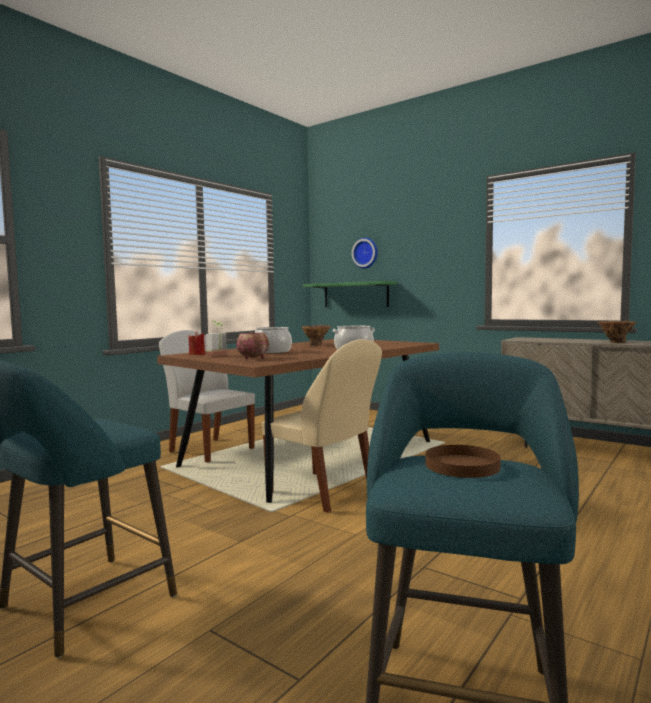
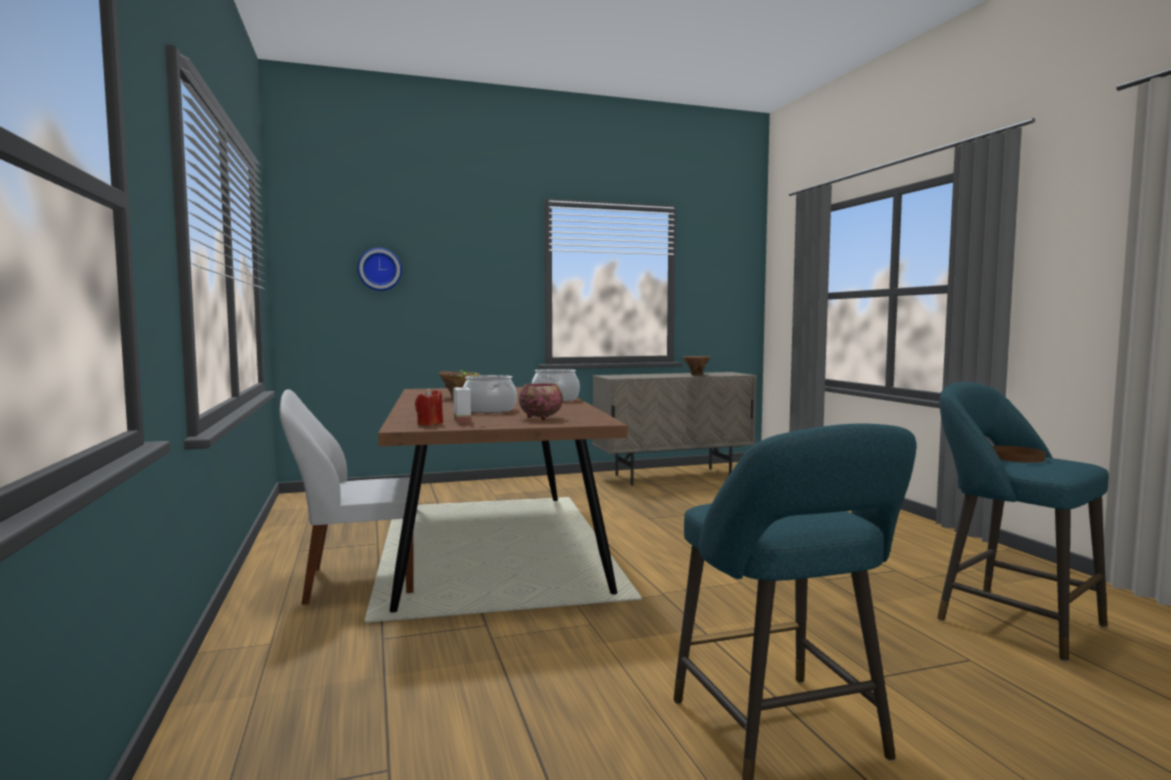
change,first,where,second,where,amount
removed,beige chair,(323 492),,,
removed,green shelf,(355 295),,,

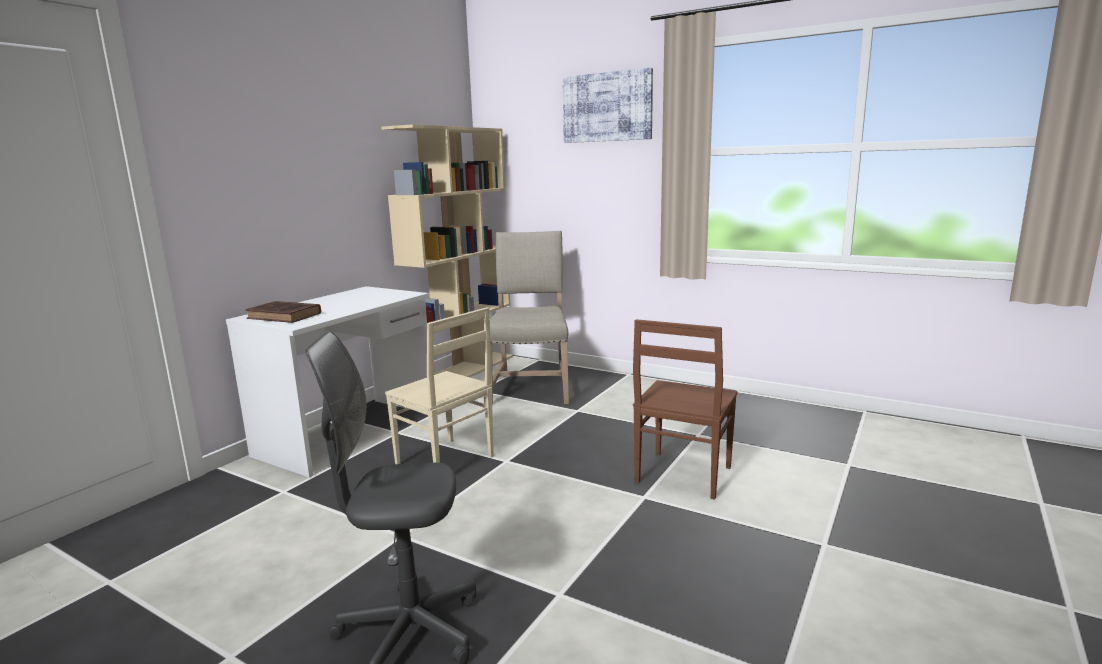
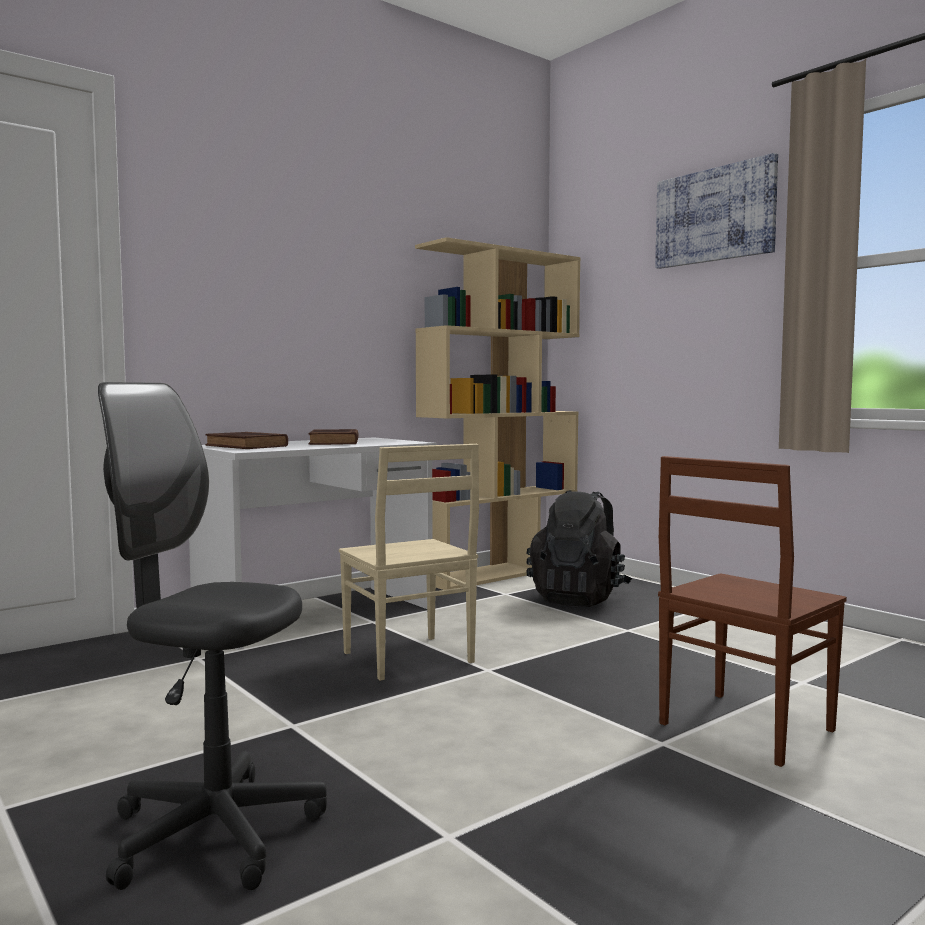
change,first,where,second,where,amount
added,,,brown book,(334 442),
replaced,beige chair,(531 387),black backpack,(578 598),

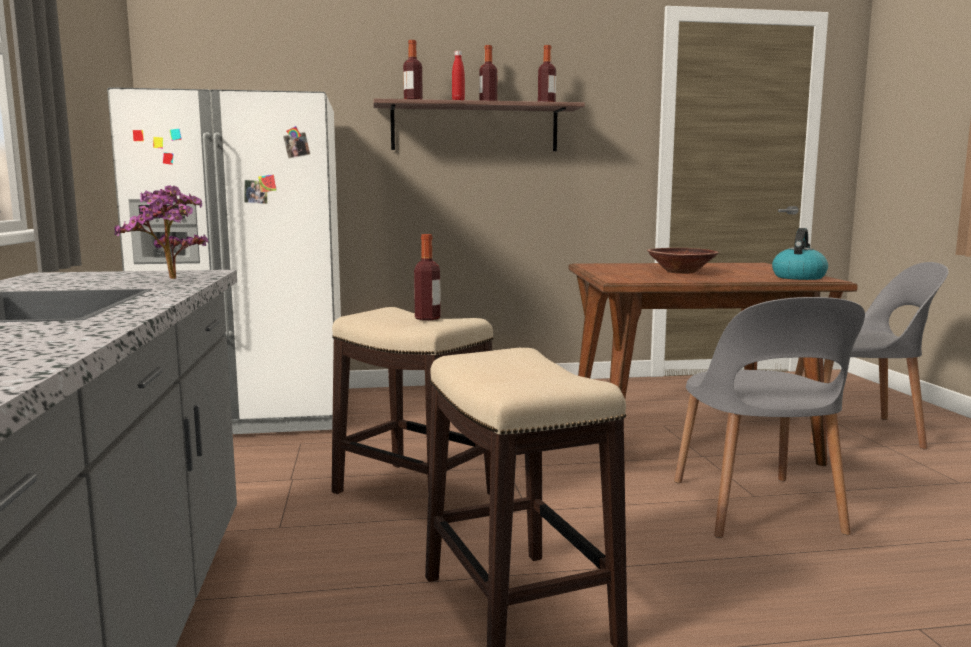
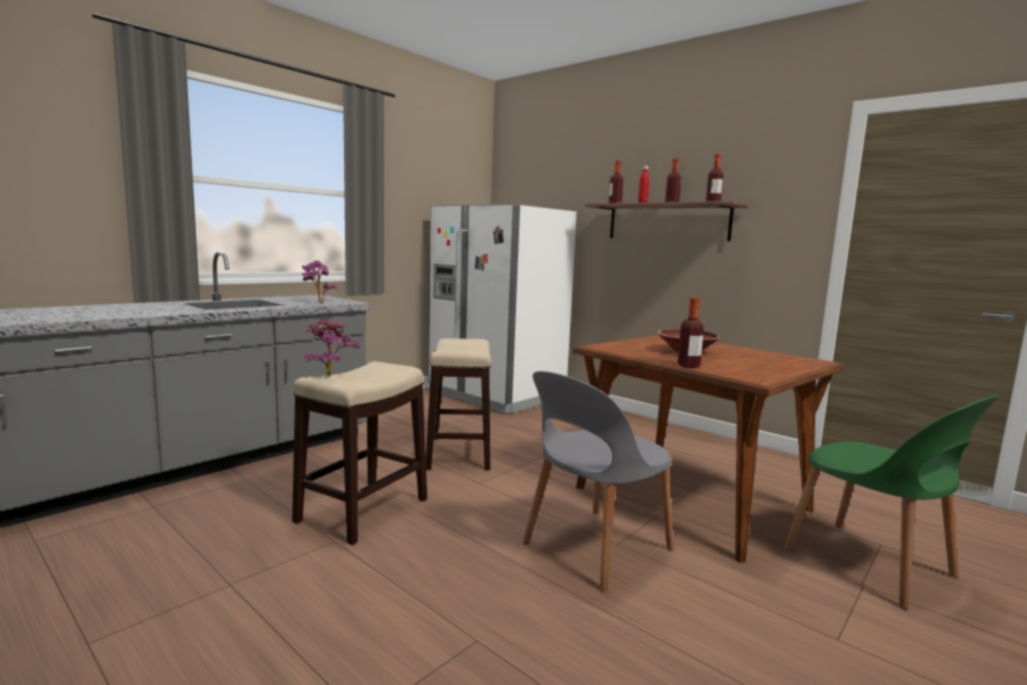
change,first,where,second,where,amount
added,,,potted plant,(329 376),
moved,bottle,(427 318),,(688 366),
recoloured,grey chair,(856 431),green chair,(872 565),
removed,kettle,(798 277),,,

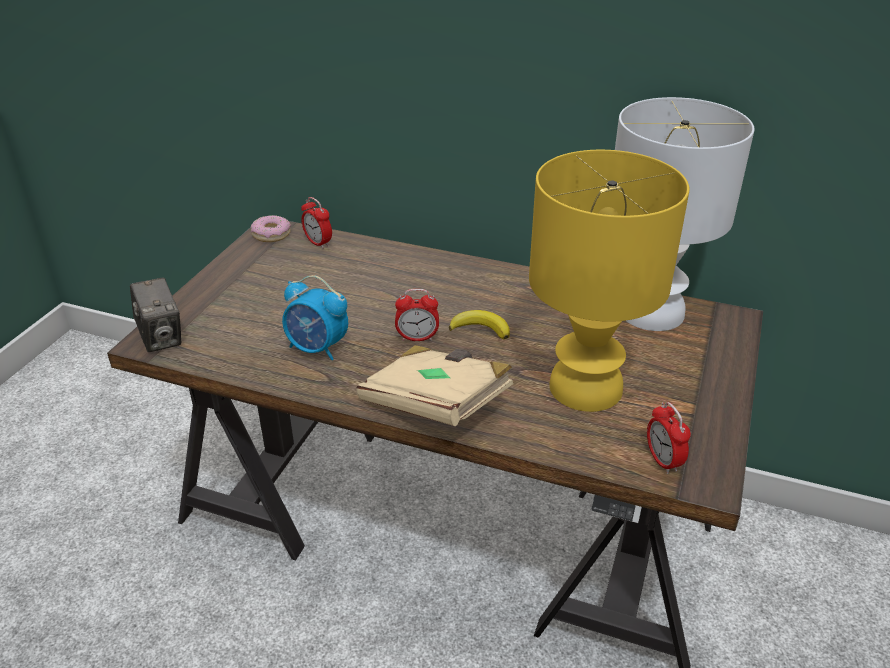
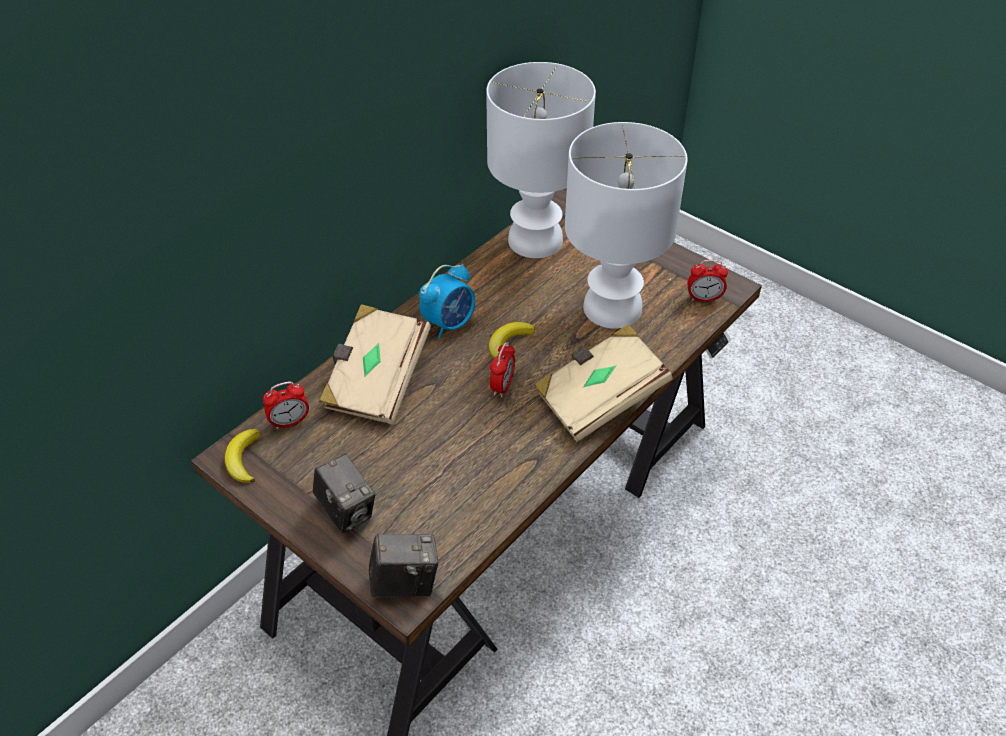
change,first,where,second,where,amount
replaced,donut,(271 234),banana,(243 459),
added,,,photo camera,(346 511),
added,,,beige book,(376 381),
moved,alarm clock,(317 348),,(449 323),
recoloured,yellow table lamp,(584 386),white table lamp,(611 308),

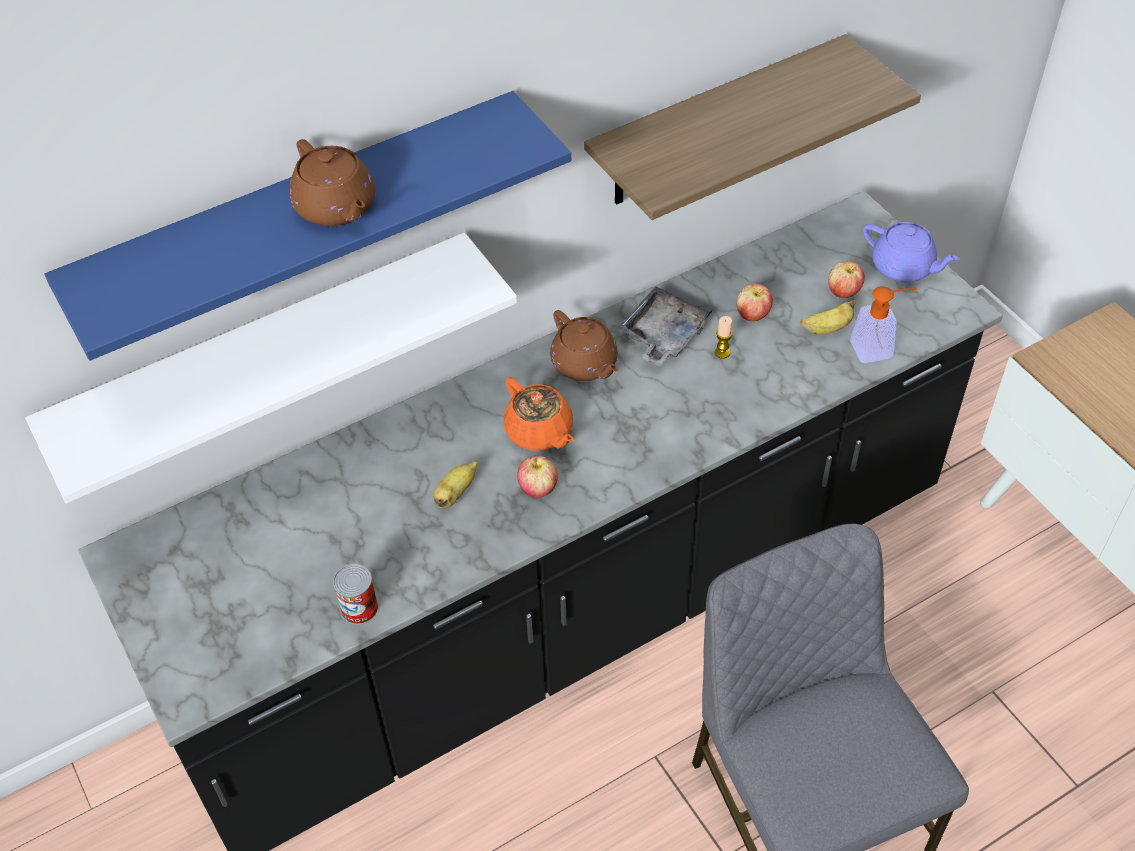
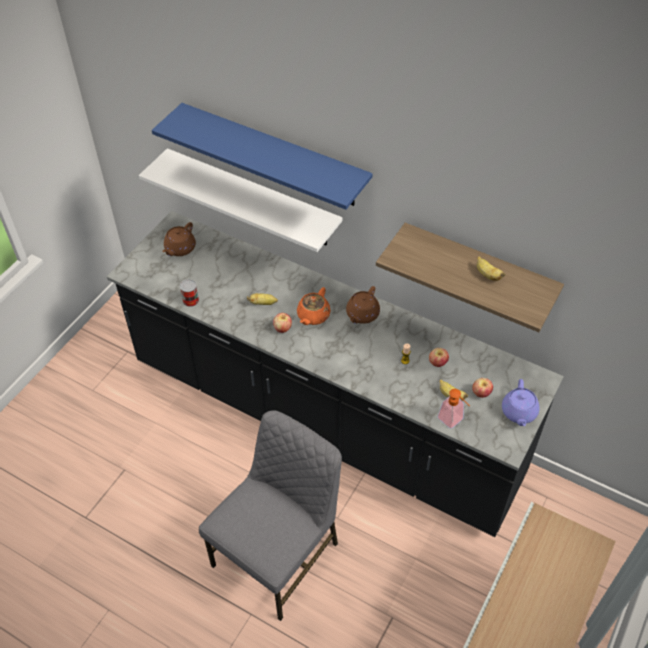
change,first,where,second,where,amount
moved,brown teapot,(336 208),,(180 249),
added,,,banana,(487 275),
removed,grey tray,(662 336),,,

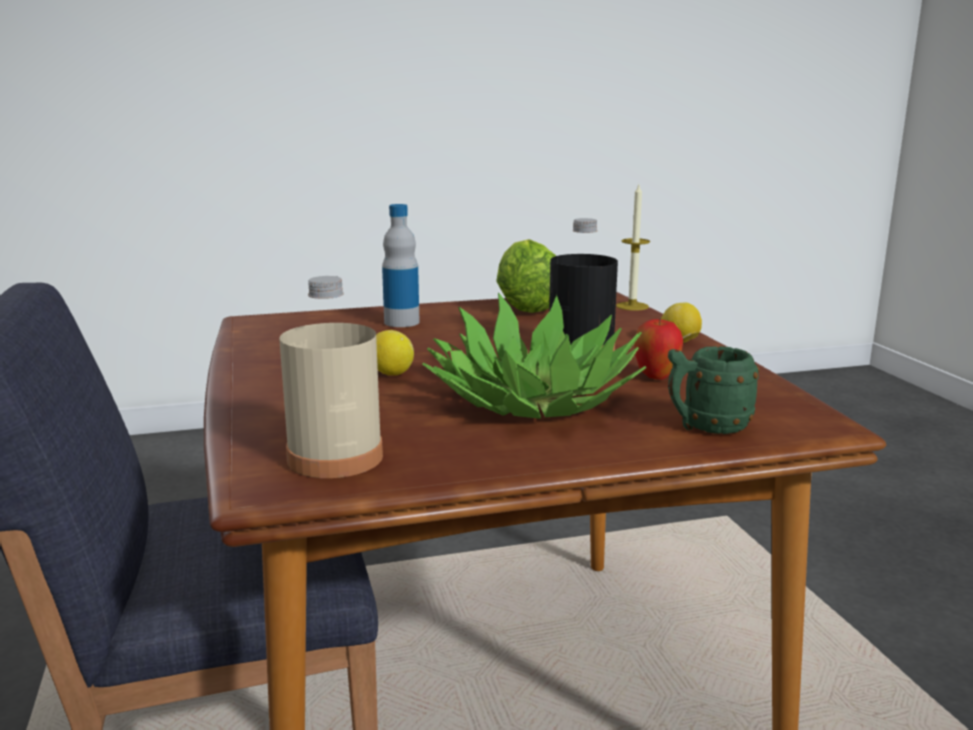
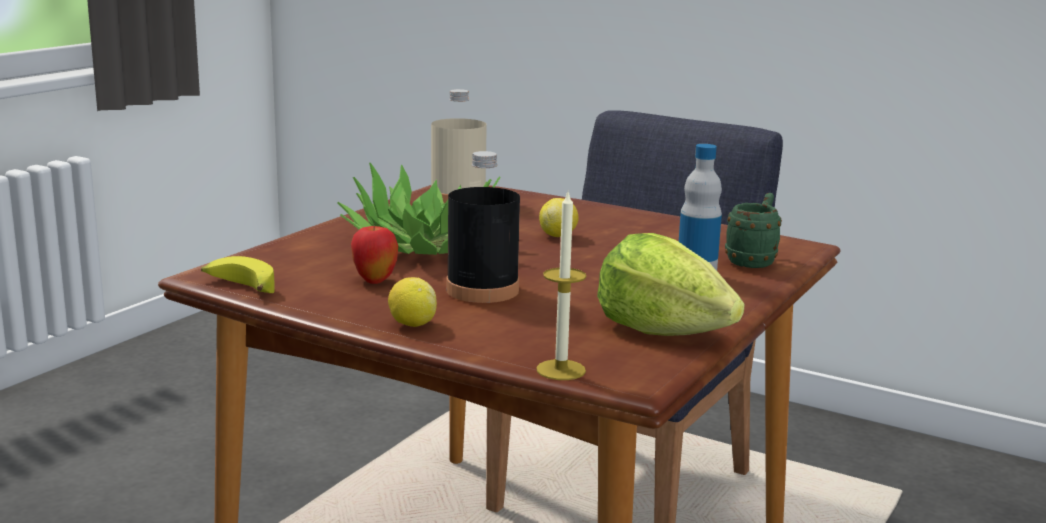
change,first,where,second,where,amount
added,,,banana,(239 287),
moved,green mug,(706 427),,(753 261),

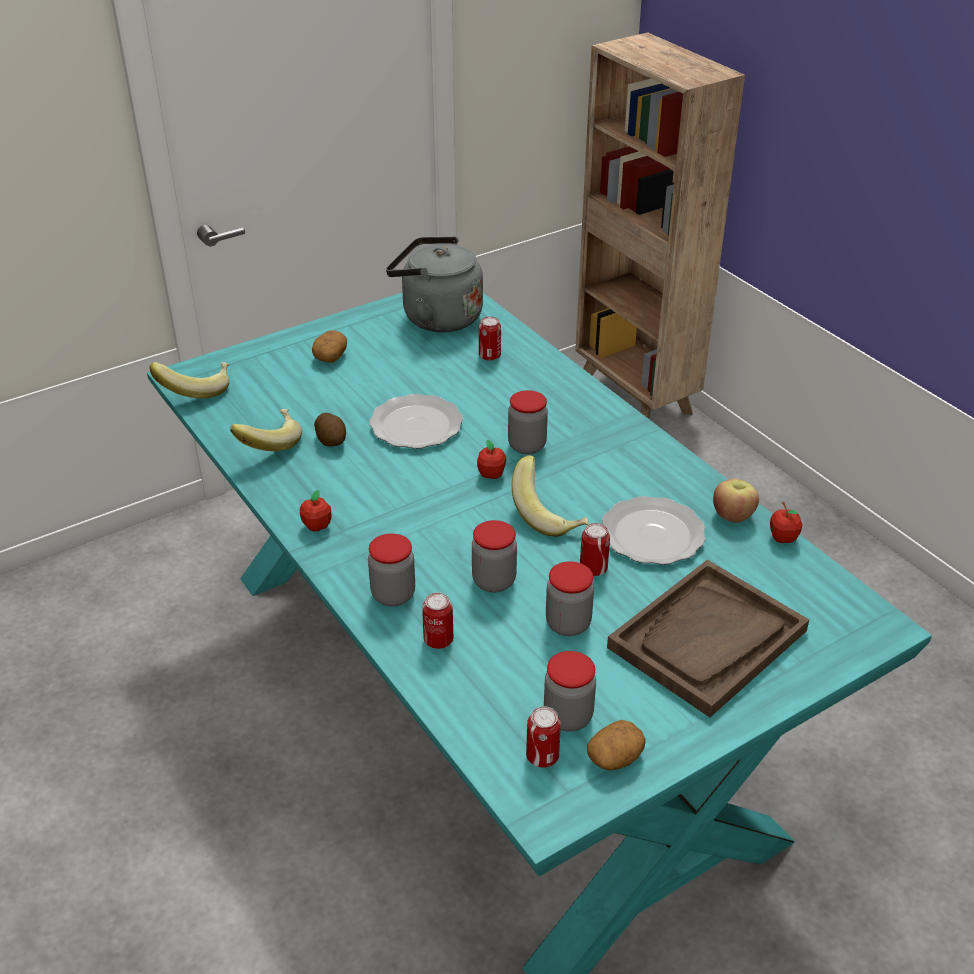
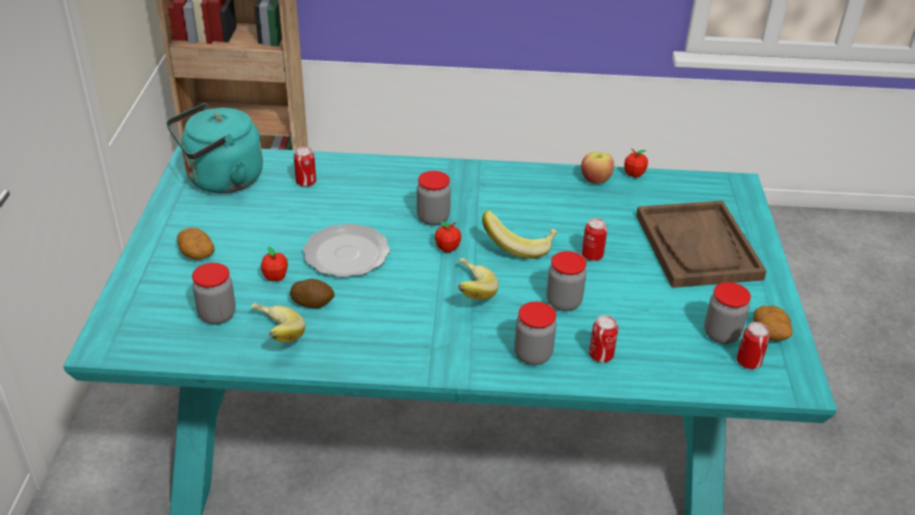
change,first,where,second,where,amount
recoloured,grey kettle,(437 317),turquoise kettle,(221 180),
moved,jar,(568 624),,(217 315),
moved,apple,(317 526),,(275 277),
moved,banana,(196 390),,(468 293),
removed,plate,(651 534),,,

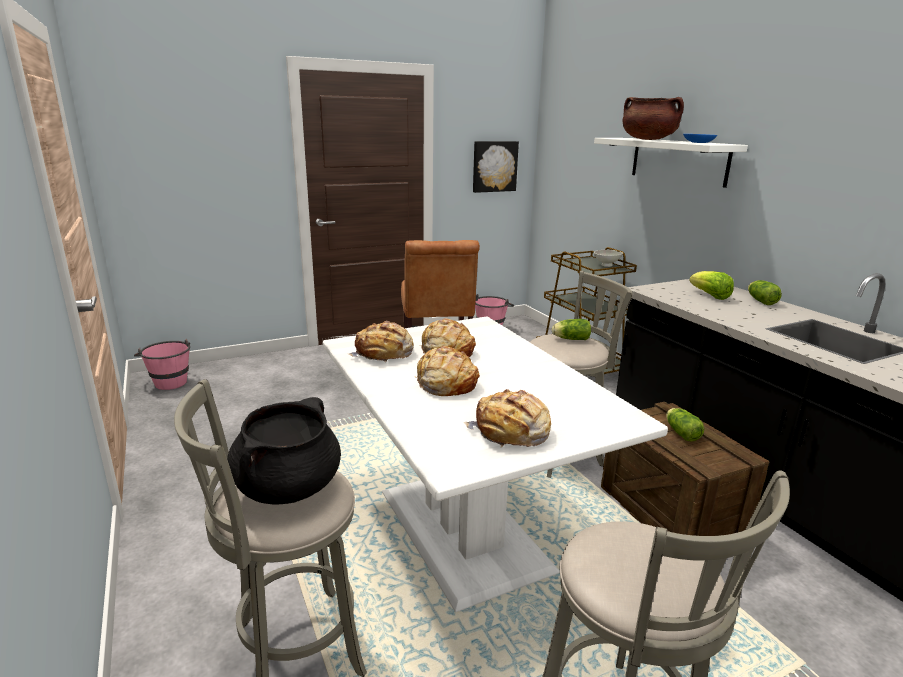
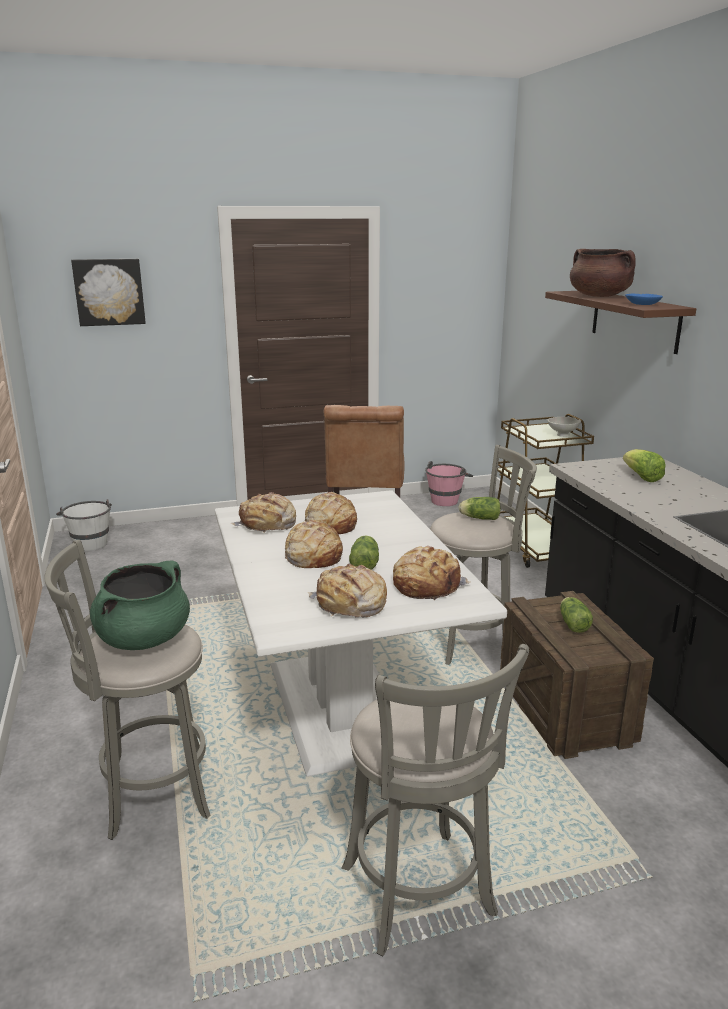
change,first,where,second,where,amount
recoloured,pink bucket,(169 381),white bucket,(89 542),
moved,picture,(494 166),,(109 292),
recoloured,black cooking pot,(289 487),green cooking pot,(144 639),
moved,lettuce,(760 301),,(365 563),
added,,,bread,(426 585),
recoloured,white shelf,(678 161),brown shelf,(634 320),

